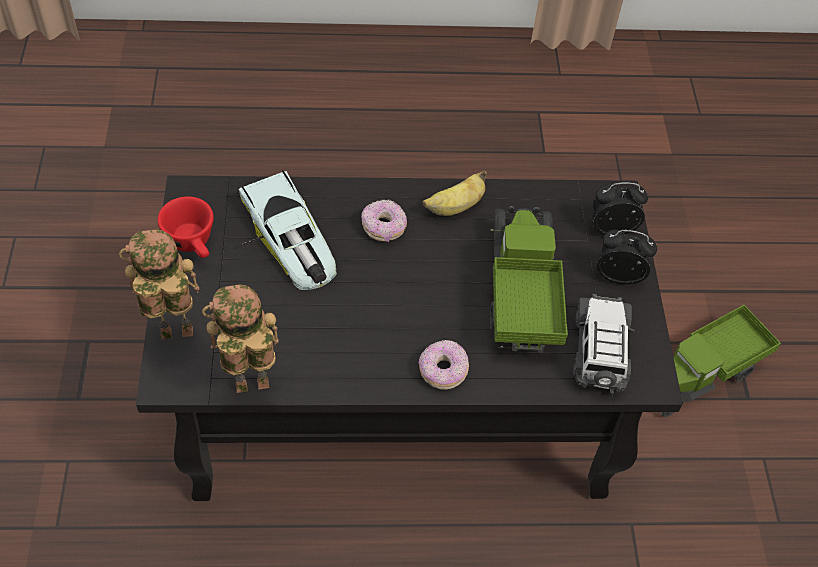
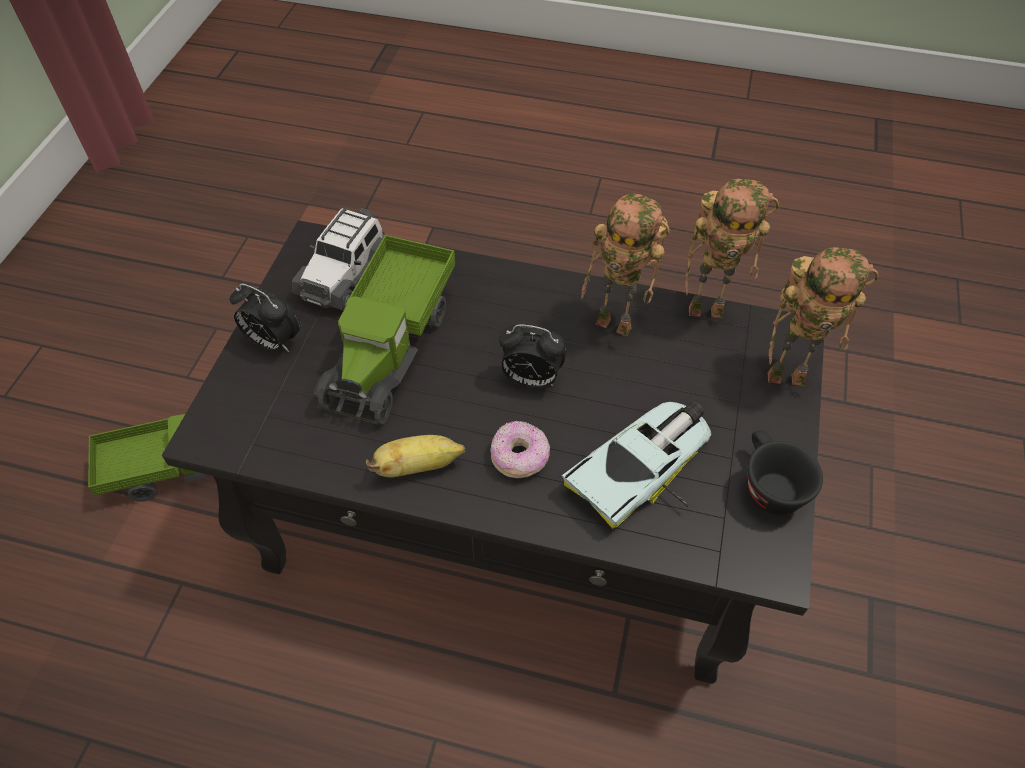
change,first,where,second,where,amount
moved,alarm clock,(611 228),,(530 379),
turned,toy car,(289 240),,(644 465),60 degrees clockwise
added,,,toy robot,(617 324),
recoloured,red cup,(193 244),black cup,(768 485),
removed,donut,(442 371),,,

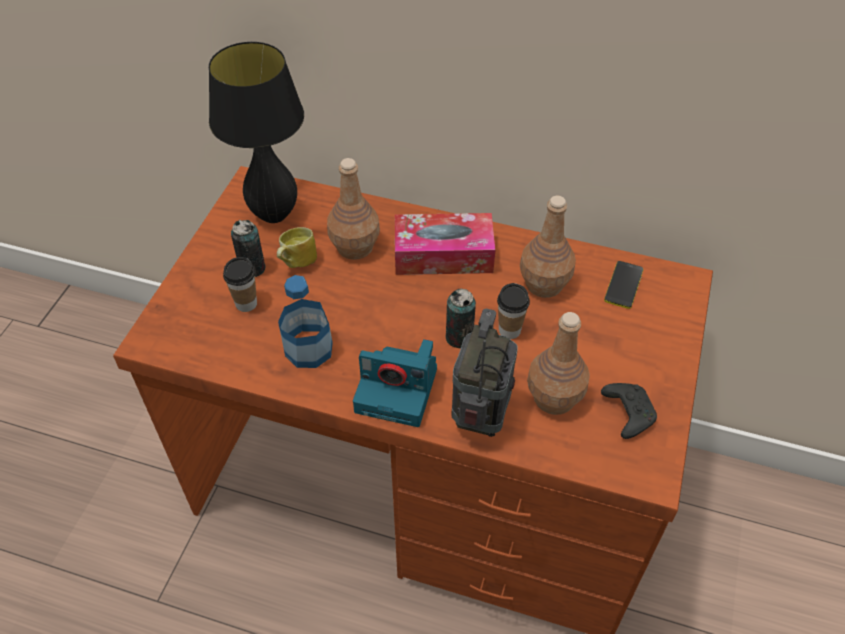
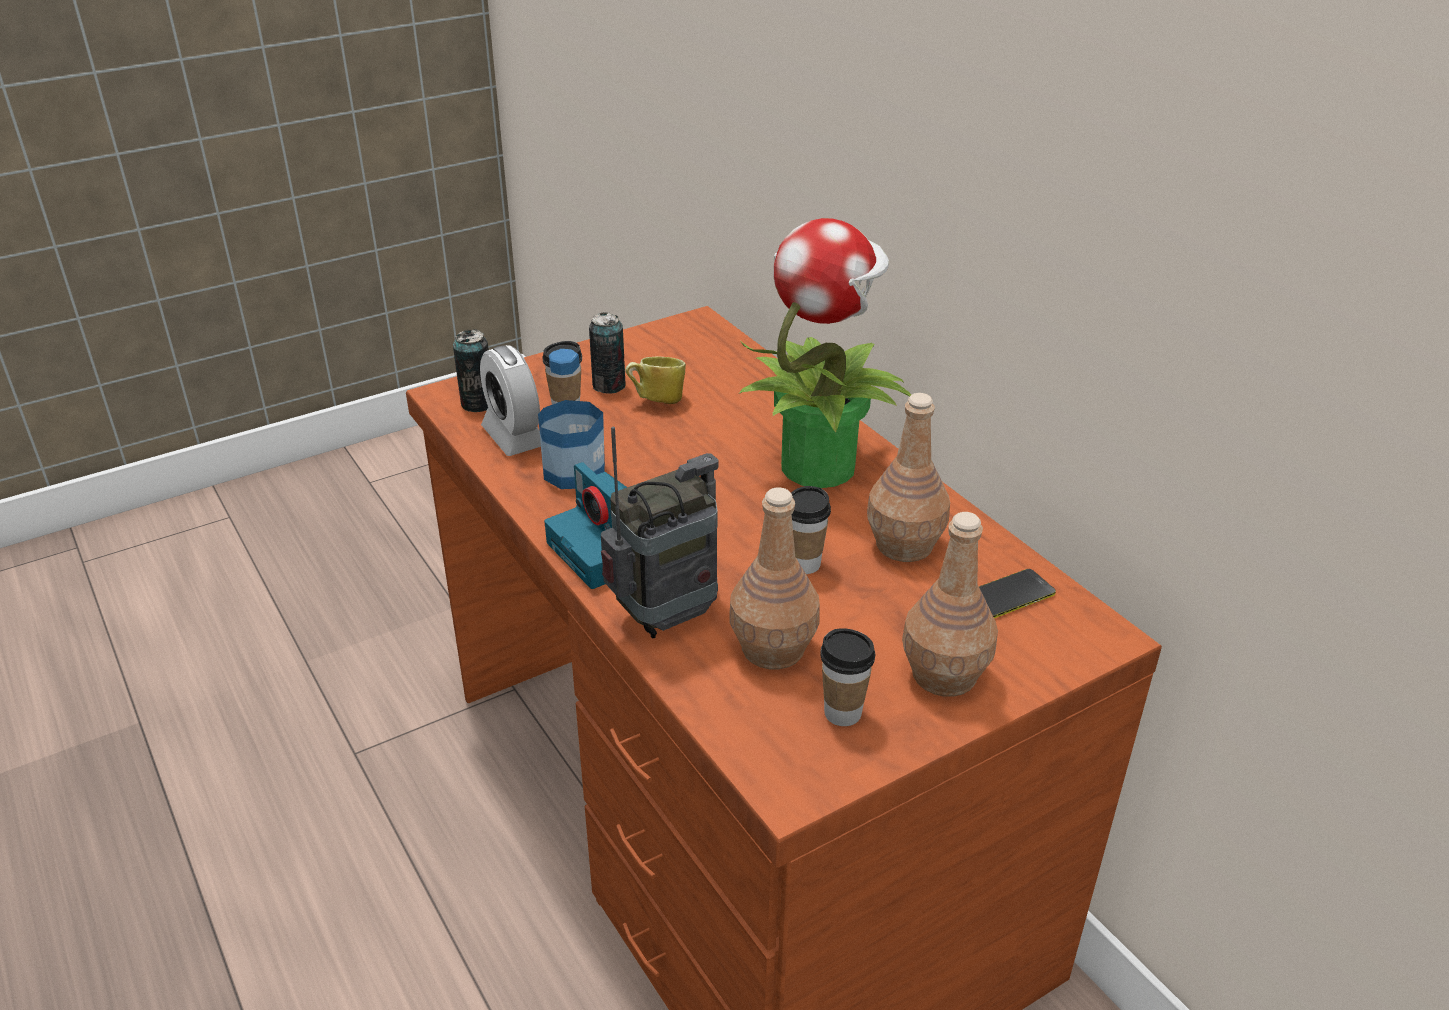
change,first,where,second,where,amount
moved,can,(459 337),,(478 404),
added,,,alarm clock,(514 436),
replaced,tissue box,(443 255),potted plant,(819 465),
replaced,black game controller,(627 413),cup,(842 713),
moved,brown bottle,(355 246),,(944 674),
removed,black table lamp,(274 215),,,

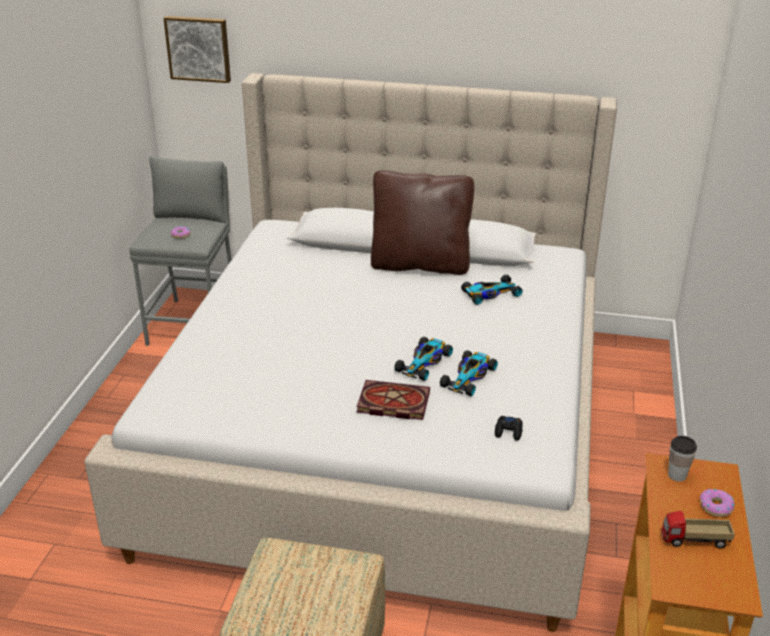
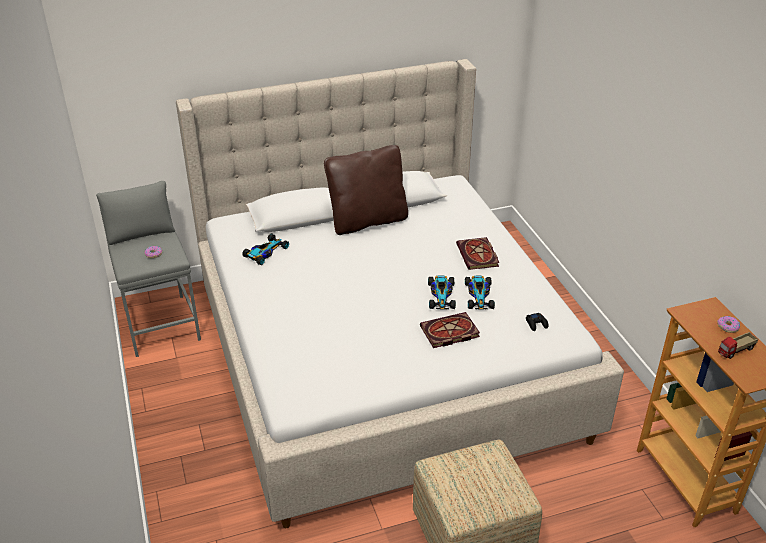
change,first,where,second,where,amount
moved,toy car,(489 294),,(265 253),
added,,,book,(478 256),
removed,picture,(198 48),,,
removed,cup,(677 475),,,

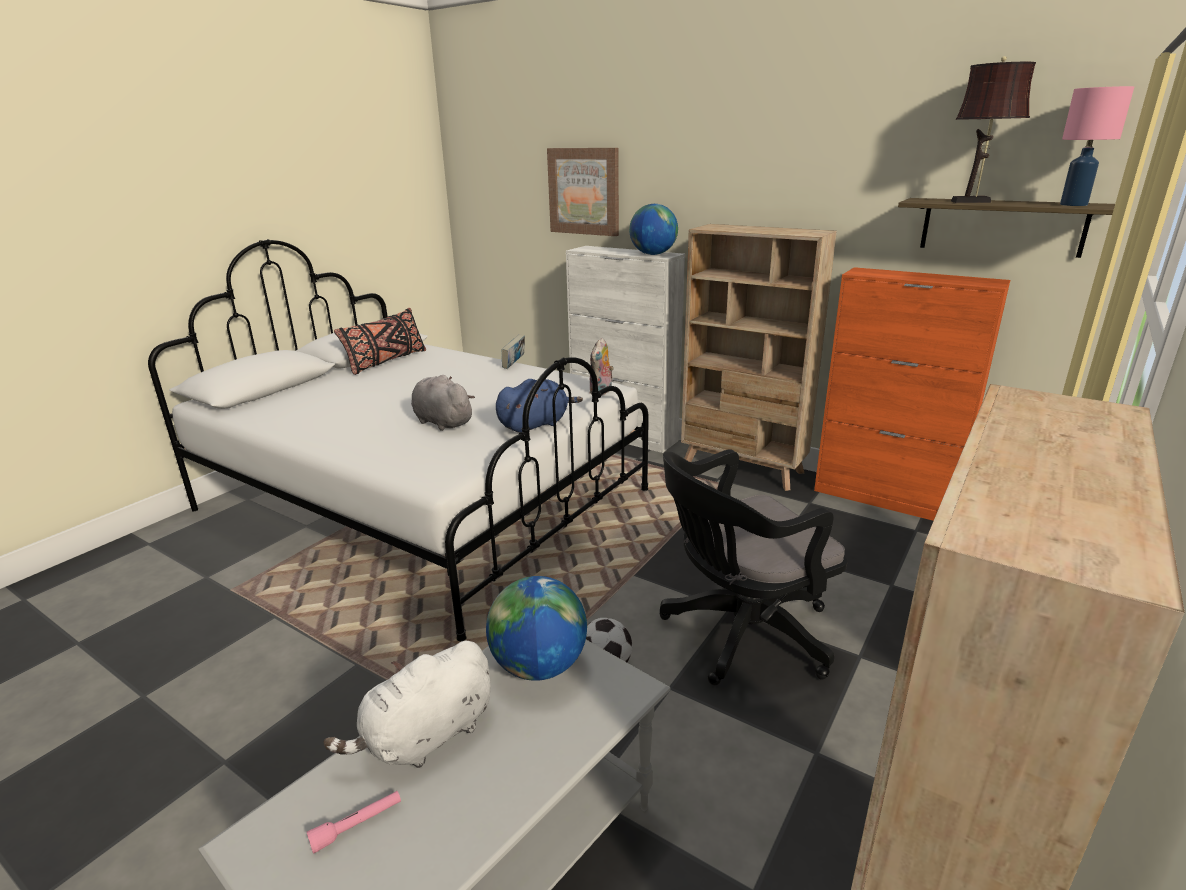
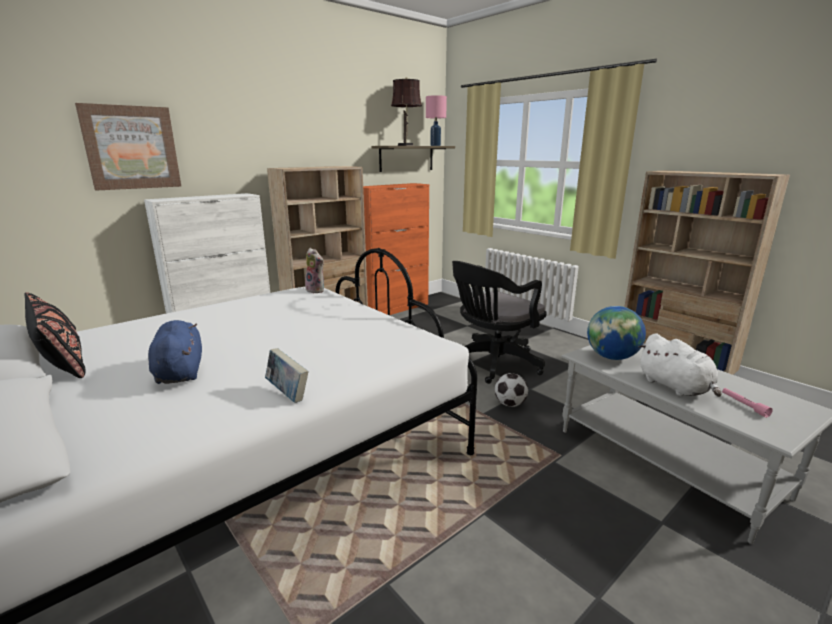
change,first,where,second,where,amount
moved,blue plush toy,(536 425),,(180 371),
moved,book,(514 364),,(287 393),
turned,black office chair,(740 634),,(492 364),60 degrees clockwise
removed,grey plush toy,(441 422),,,
removed,globe,(653 254),,,

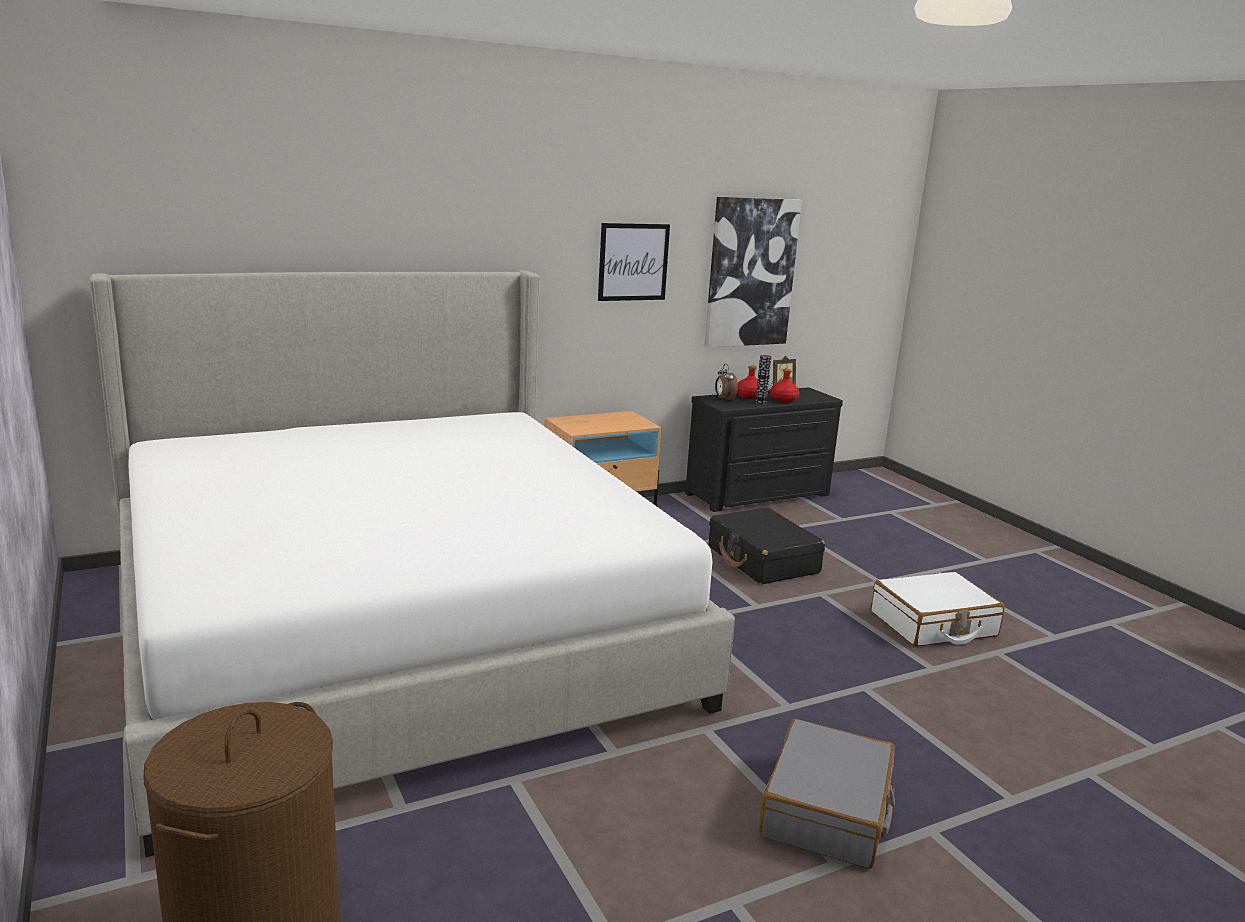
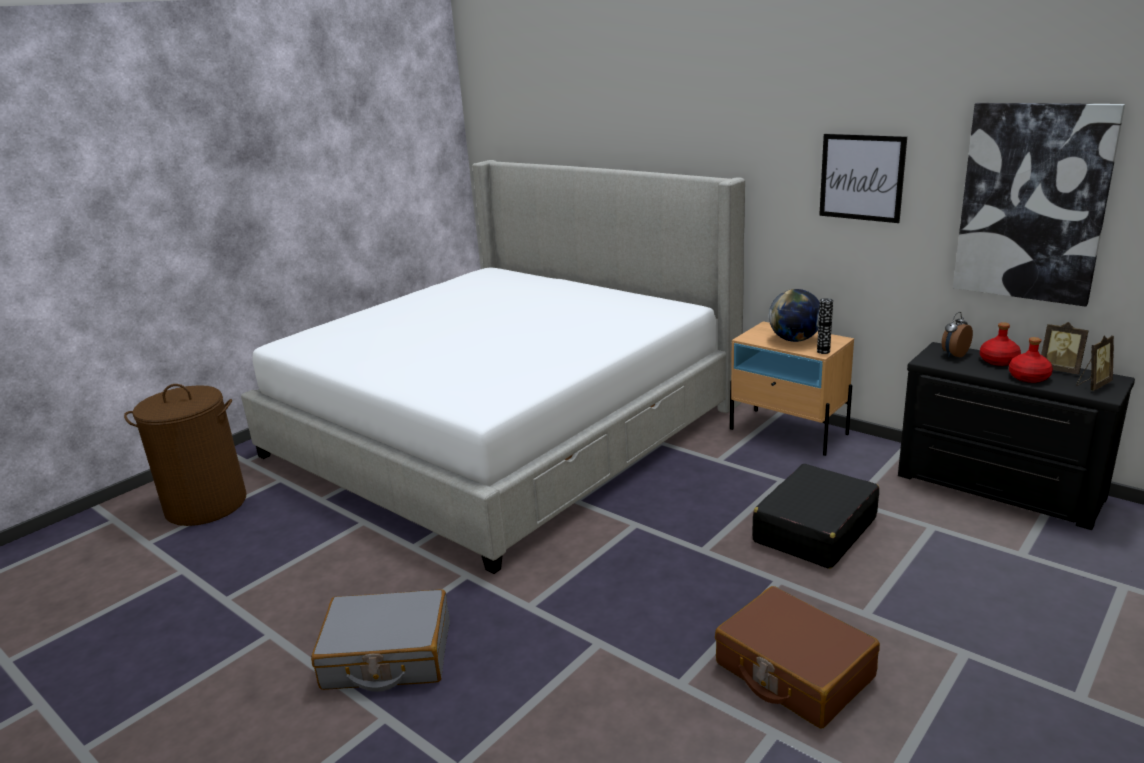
change,first,where,second,where,amount
recoloured,white suitcase,(933 624),brown suitcase,(793 671),
added,,,globe,(794 339),
moved,vase,(760 402),,(823 351),
added,,,picture frame,(1092 385),

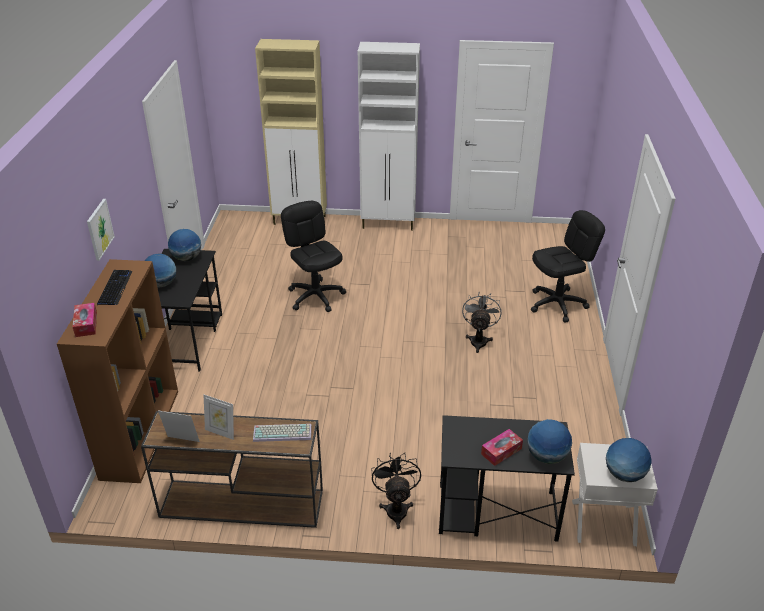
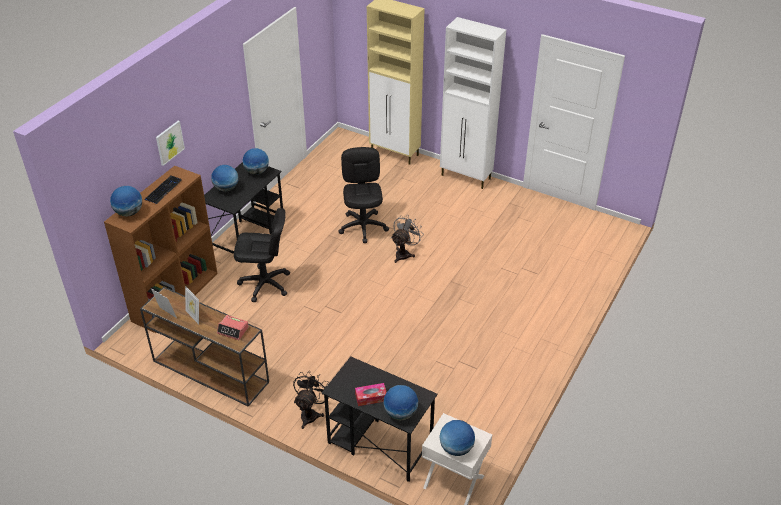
change,first,where,second,where,amount
replaced,tissue box,(86 324),globe,(129 213),
replaced,keyboard,(283 432),alarm clock,(233 330),
moved,black office chair,(557 304),,(265 284),
moved,grey fan,(479 340),,(404 253),

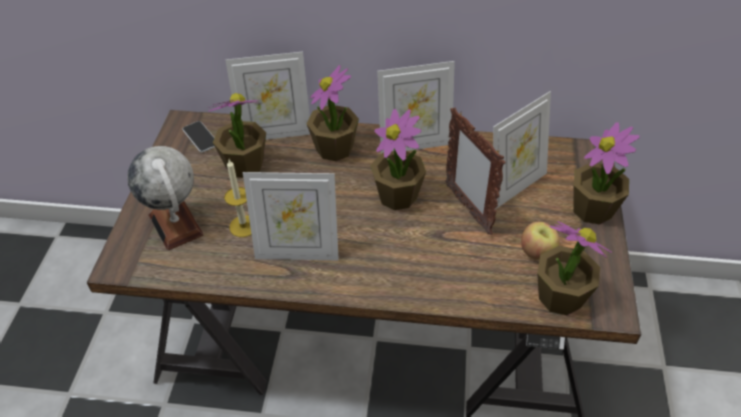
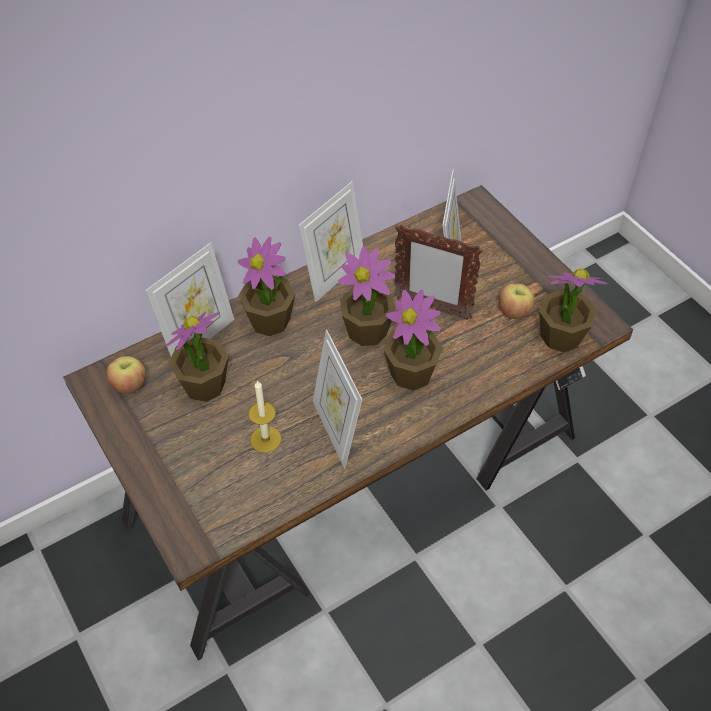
change,first,where,second,where,amount
replaced,phone,(200 137),apple,(129 385),
turned,picture frame,(297 252),,(336 431),105 degrees clockwise
moved,potted plant,(592 210),,(411 373),
removed,globe,(176 225),,,

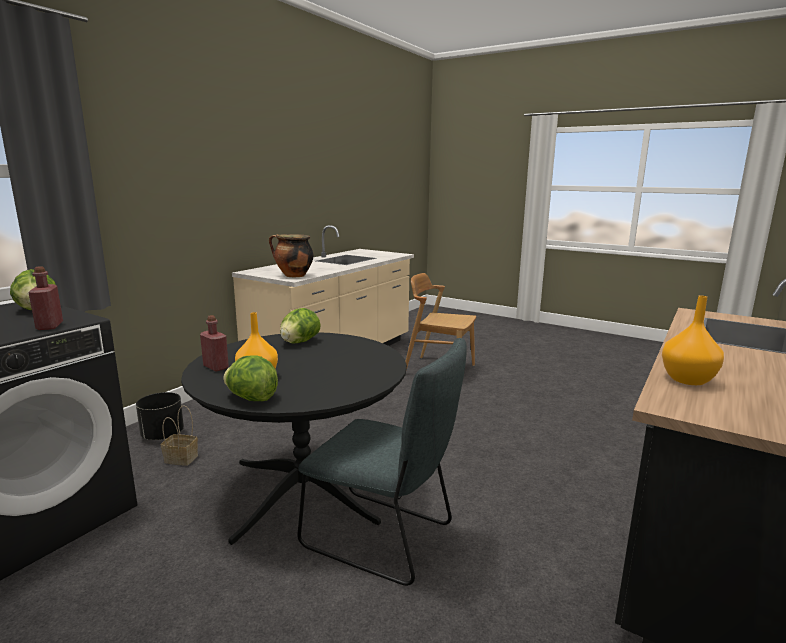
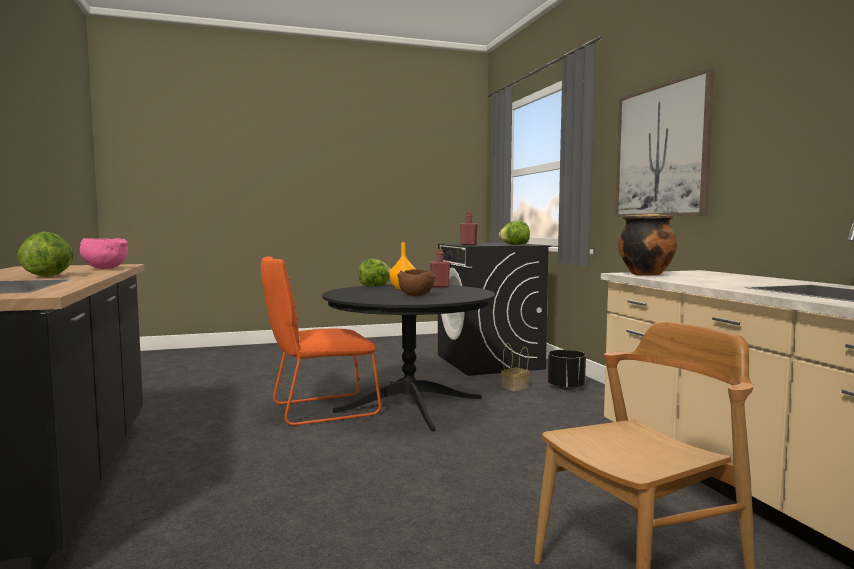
change,first,where,second,where,amount
moved,lettuce,(299 342),,(48 276),
replaced,orange vase,(689 380),pink bowl,(103 269),
recoloured,grey chair,(383 538),orange chair,(320 410),
added,,,brown bowl,(416 296),
added,,,picture,(661 151),

